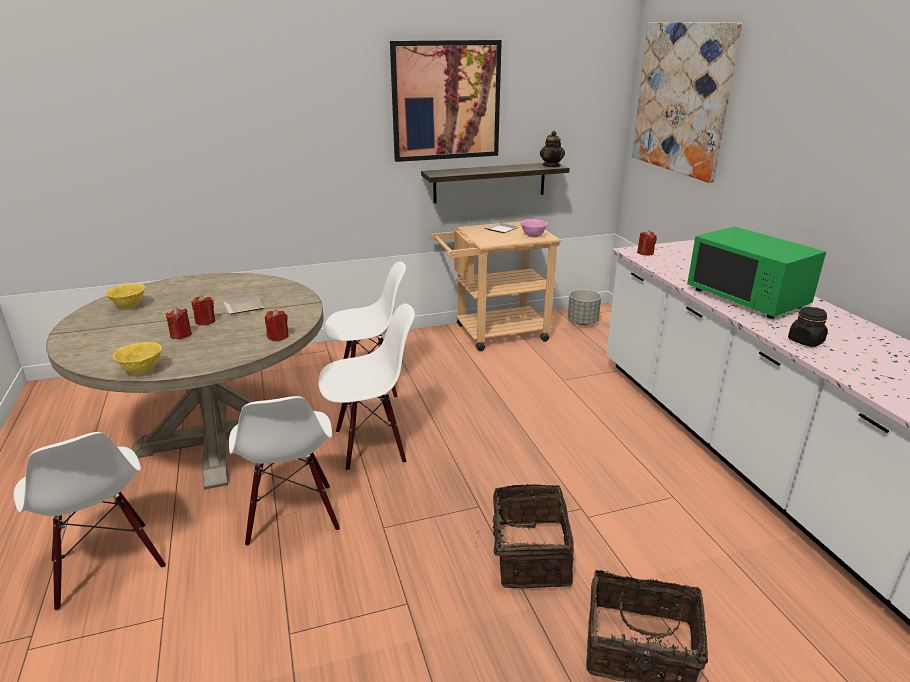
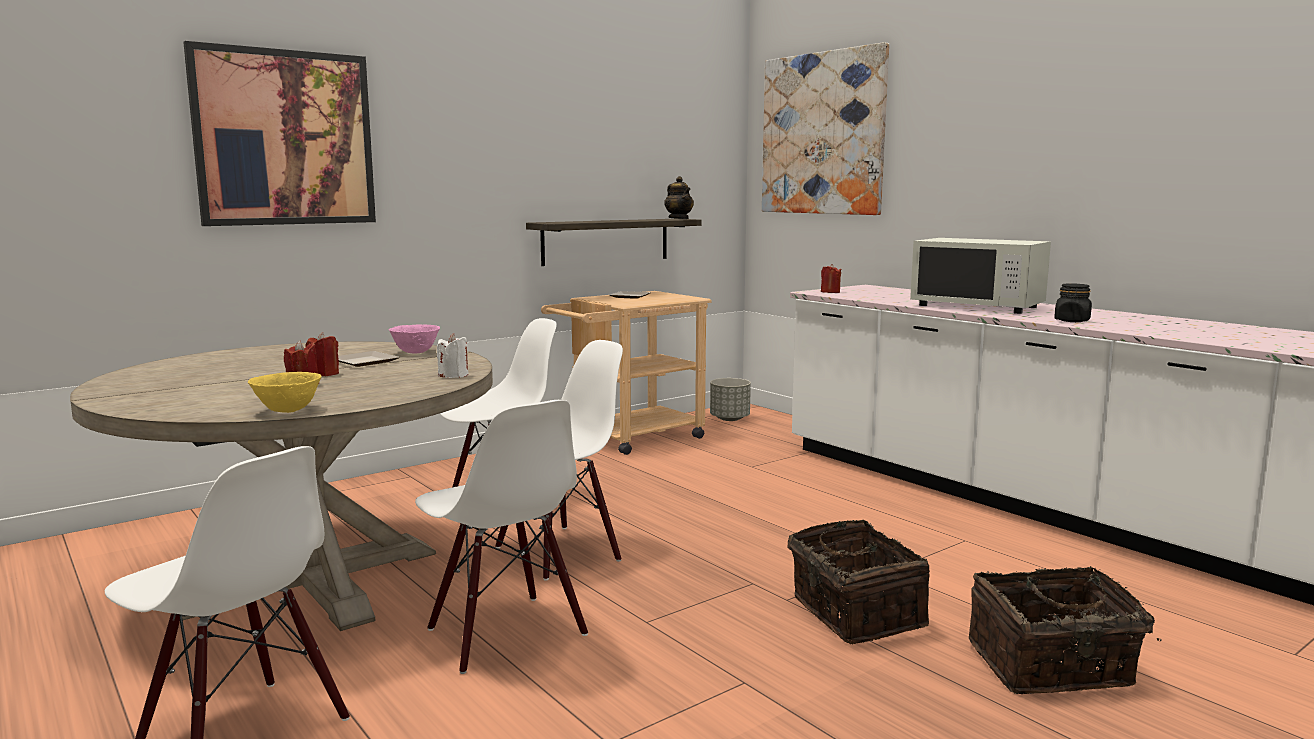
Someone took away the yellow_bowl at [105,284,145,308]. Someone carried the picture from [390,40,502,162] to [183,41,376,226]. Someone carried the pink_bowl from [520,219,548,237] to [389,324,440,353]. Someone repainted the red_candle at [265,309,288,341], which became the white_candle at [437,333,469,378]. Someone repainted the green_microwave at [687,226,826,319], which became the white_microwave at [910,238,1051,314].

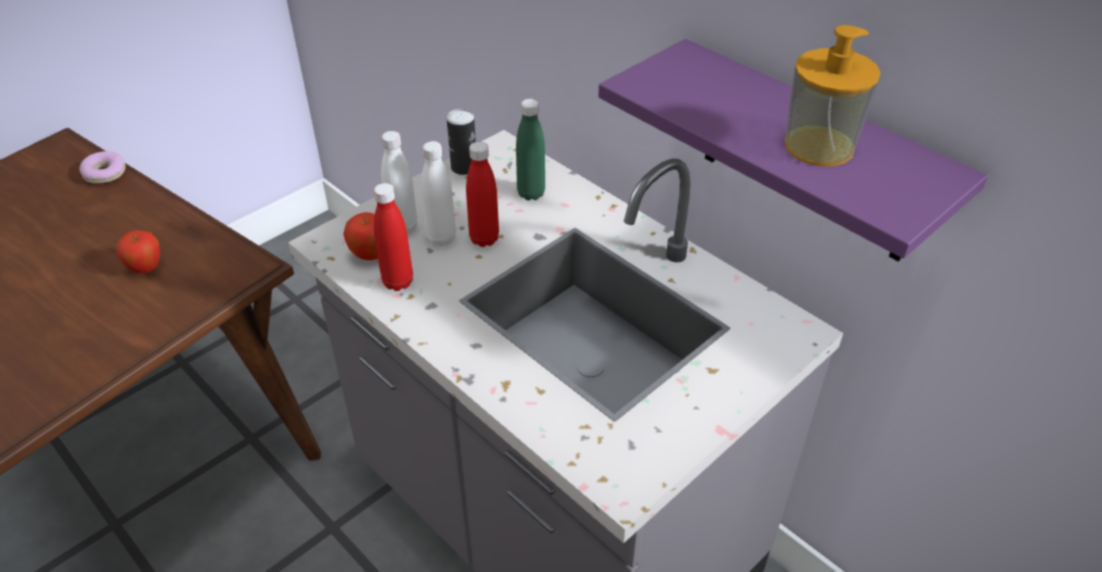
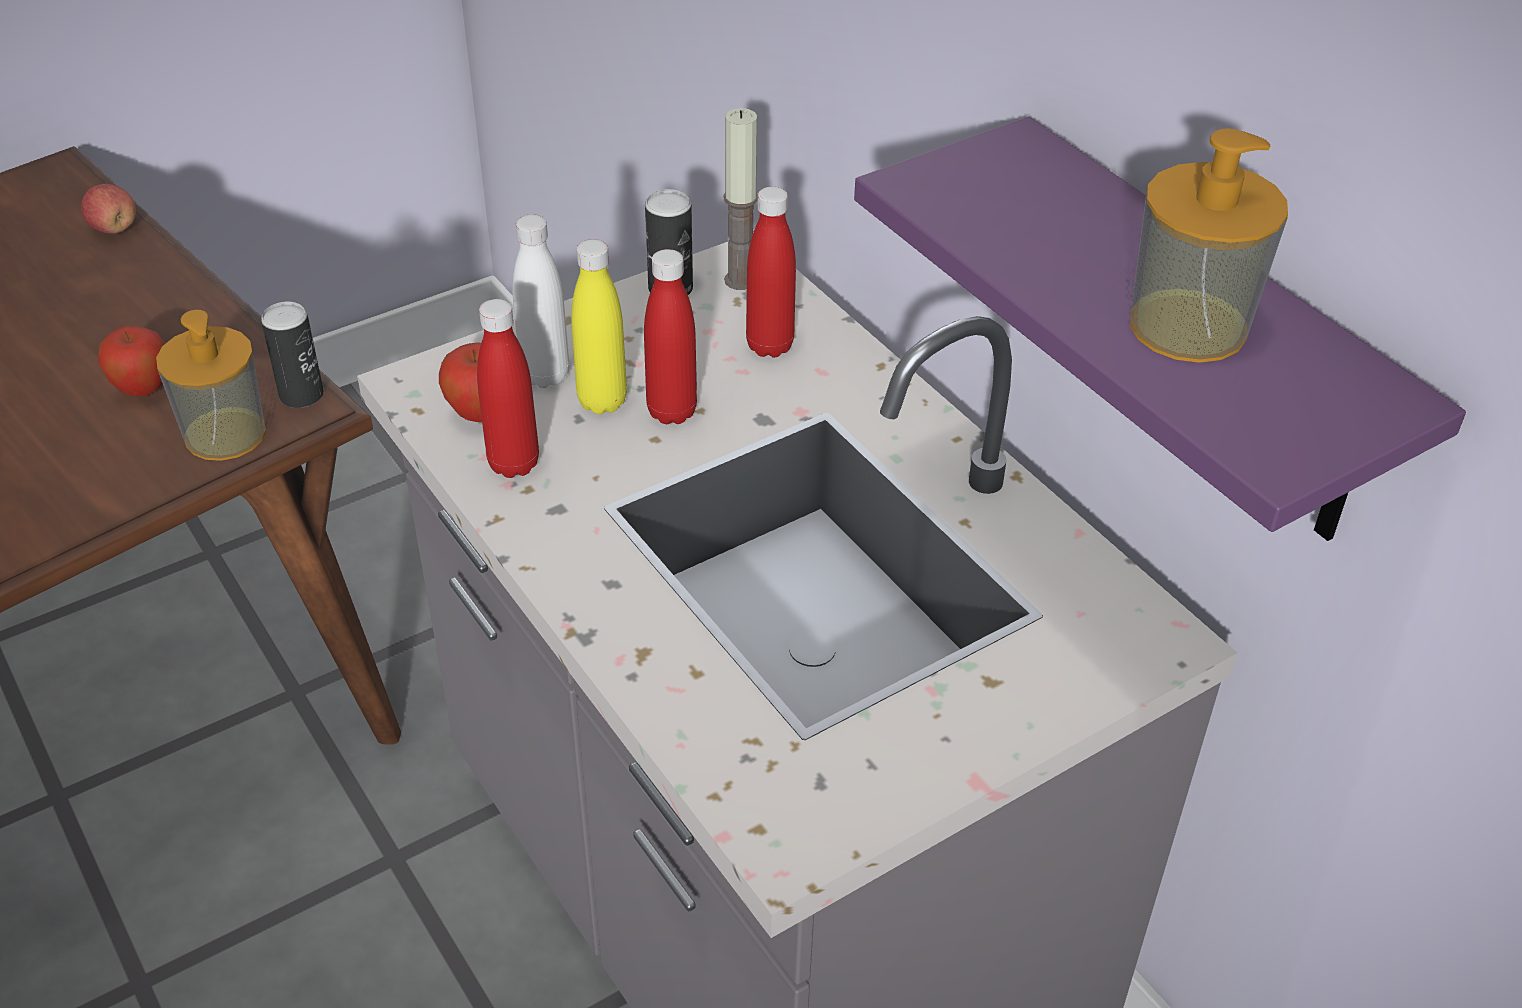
Someone put down the soap_dispenser at [156,310,266,461]. Someone put down the can at [261,302,324,408]. Someone put down the candle at [724,108,758,290]. Someone swapped the donut at [80,151,125,184] for the apple at [81,184,136,234]. Someone repainted the white_bottle at [421,141,456,246], which became the yellow_bottle at [571,239,627,414]. Someone repainted the green_bottle at [516,99,545,200], which became the red_bottle at [746,186,796,358].

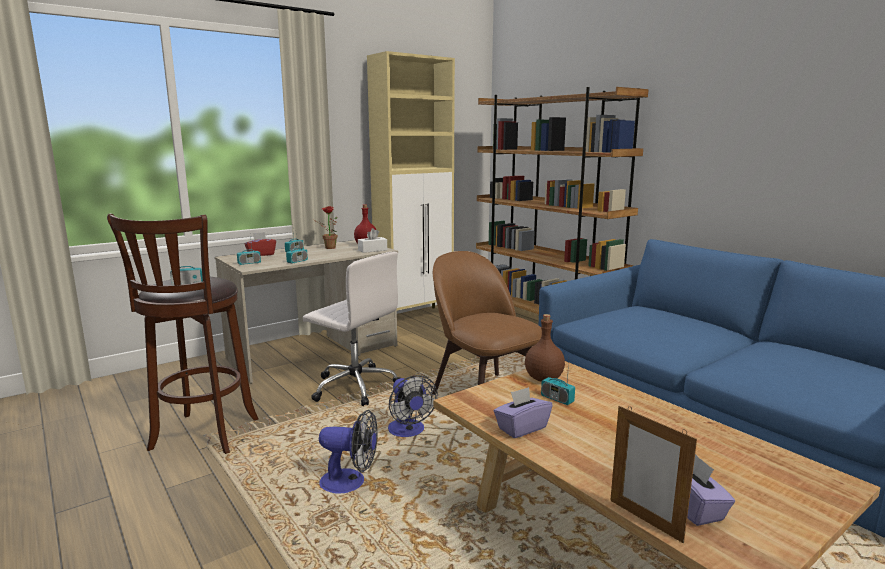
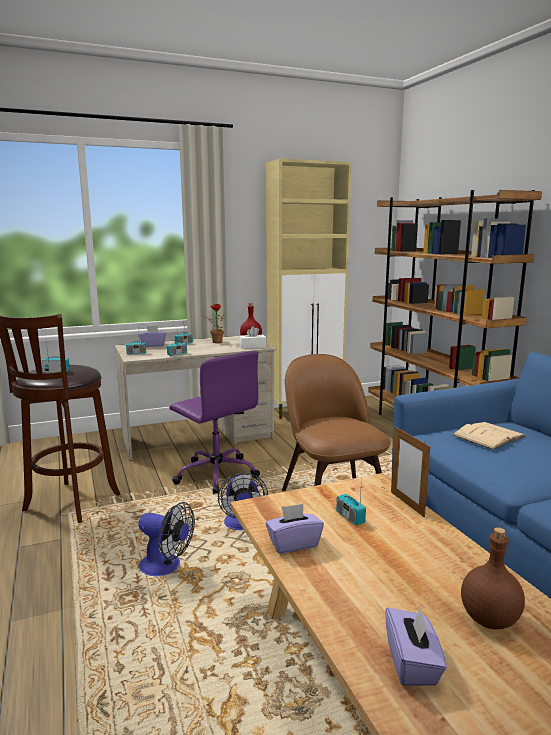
Someone put down the beige_book at [453,422,525,450]. Someone carried the brown_bottle from [525,314,565,382] to [461,527,525,630]. Someone carried the picture_frame from [610,406,697,543] to [391,427,430,517]. Someone repainted the red_tissue_box at [245,232,276,256], which became the purple_tissue_box at [139,325,166,347]. Someone repainted the white_office_chair at [303,252,400,406], which became the purple_office_chair at [170,351,260,494].

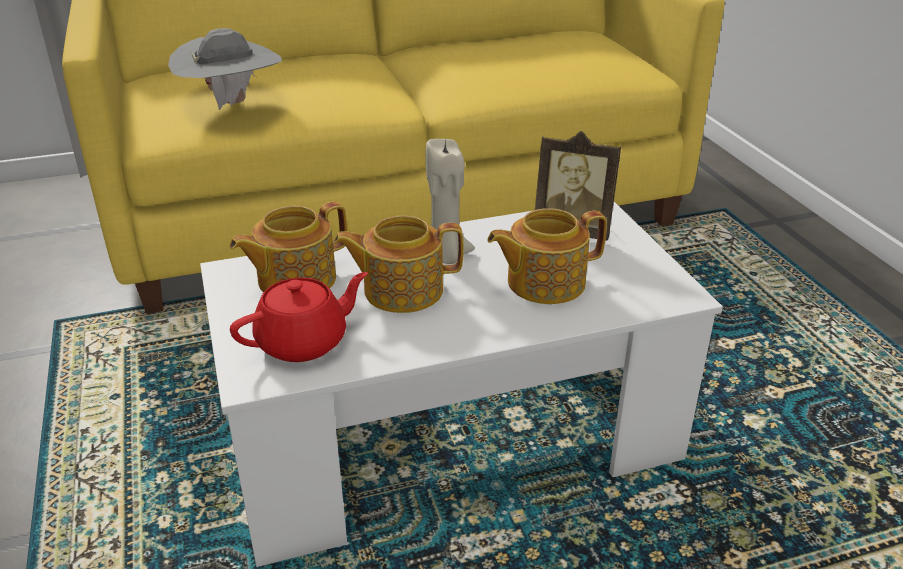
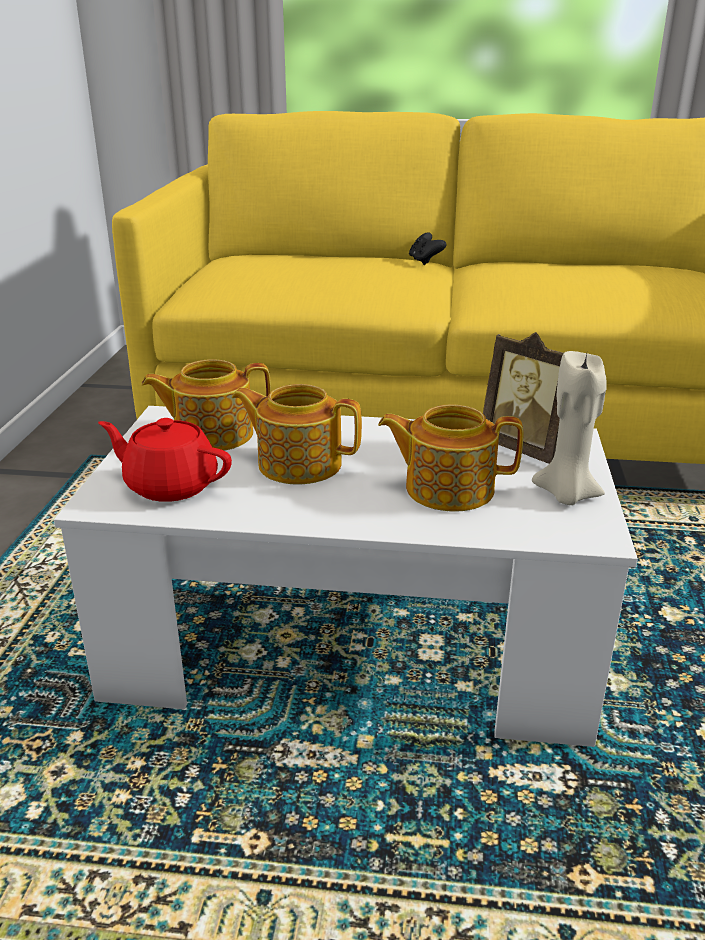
Someone took away the grey_hat at [168,28,282,110]. Someone put down the black_game_controller at [409,232,447,265]. Someone carried the beige_candle from [425,138,475,264] to [532,351,607,505]. Someone rotated the red_teapot at [230,272,368,362] by 150 degrees counterclockwise.

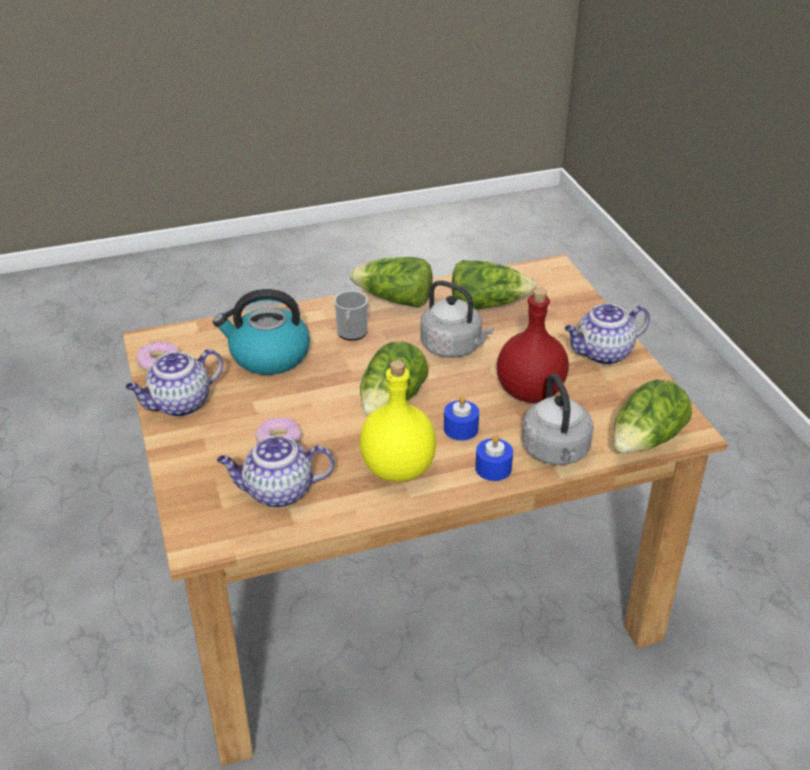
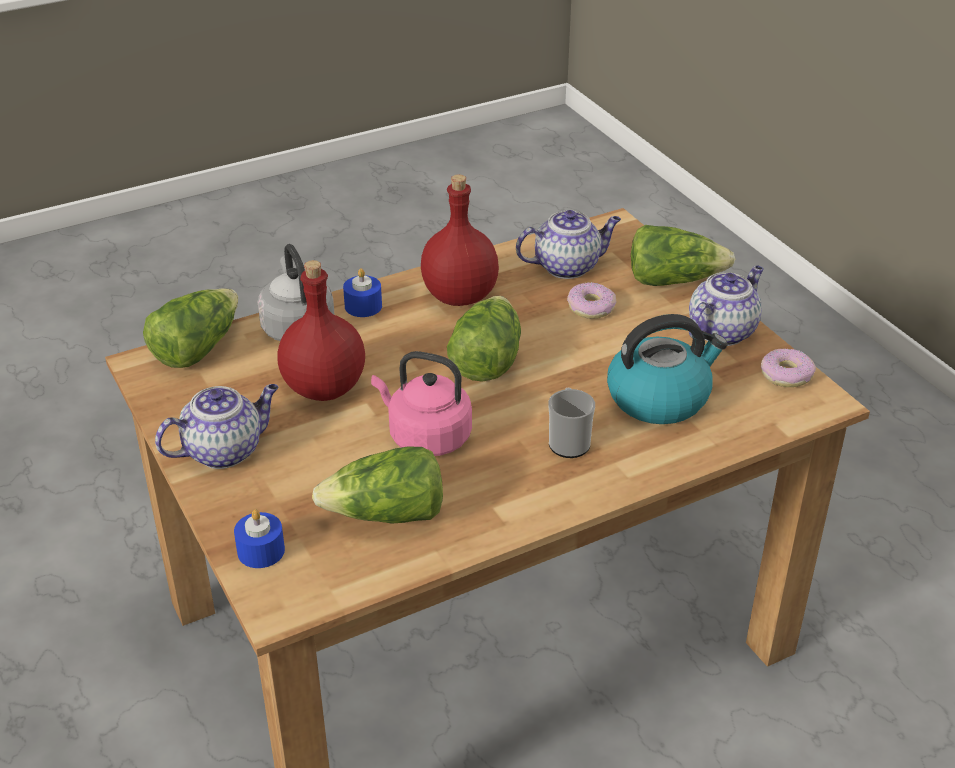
Someone carried the lettuce from [350,257,433,308] to [631,225,735,286]. Someone carried the blue_candle from [444,396,479,441] to [234,509,285,568]. Someone repainted the yellow_bottle at [360,360,436,482], which became the red_bottle at [421,174,499,306]. Someone repainted the grey_kettle at [420,280,494,358], which became the pink_kettle at [371,351,472,456].

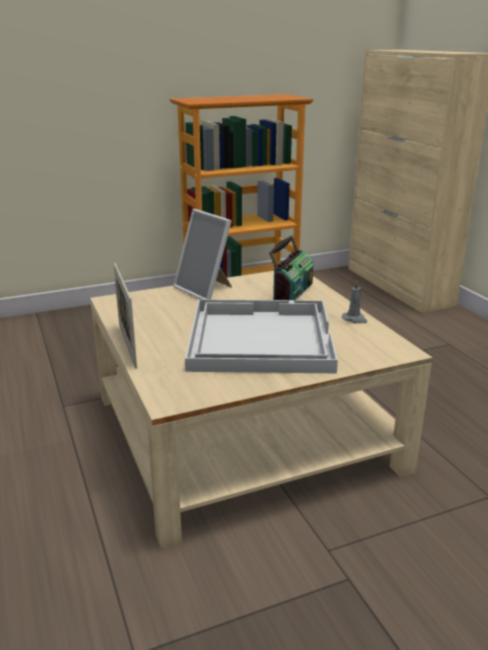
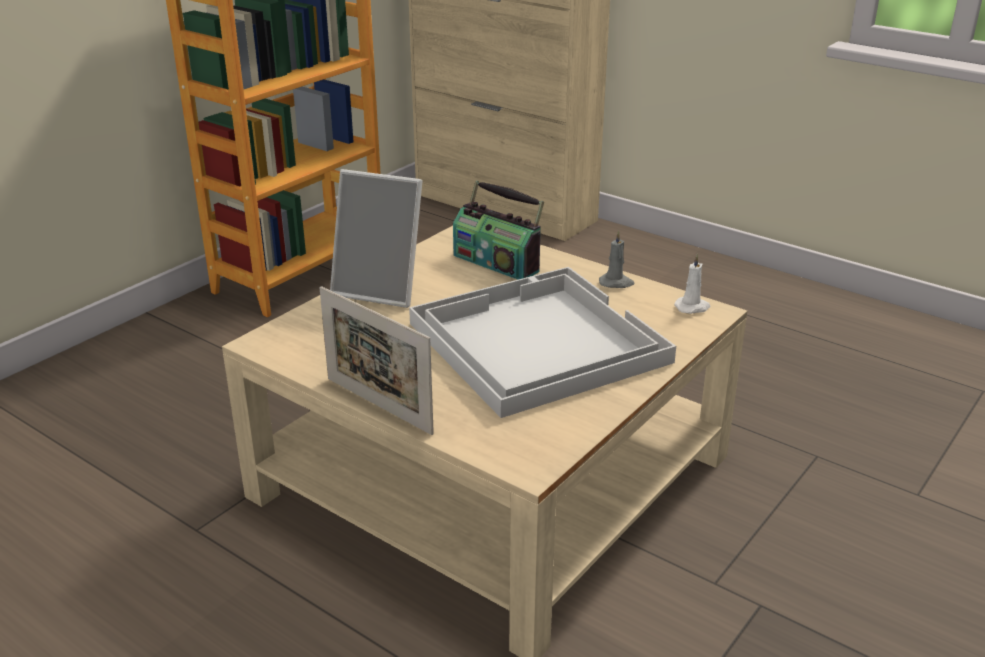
Someone put down the white_candle at [674,253,710,314]. Someone rotated the radio at [269,235,313,300] by 135 degrees clockwise.

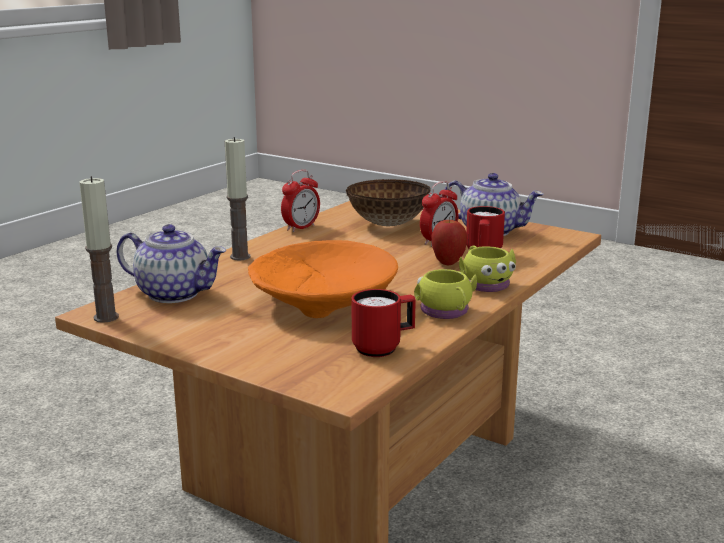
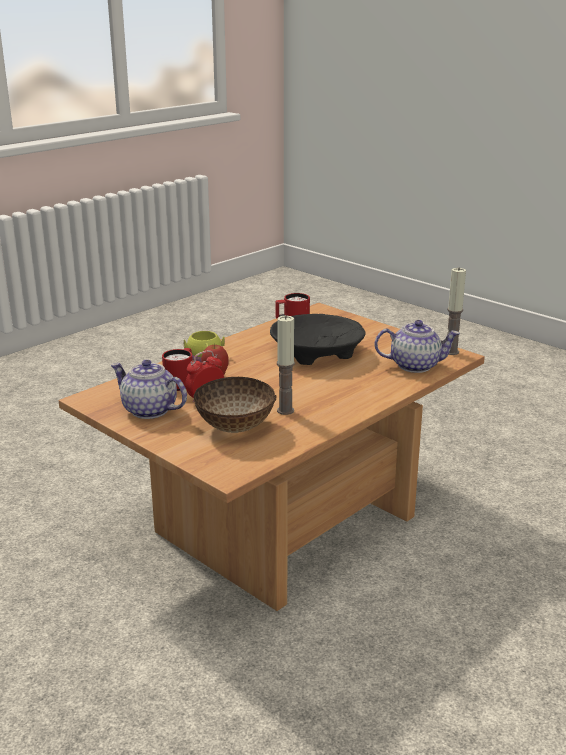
Someone took away the alarm_clock at [281,170,320,232]. Someone took away the yellow_mug at [414,269,477,319]. Someone carried the candle from [225,137,251,261] to [277,315,295,415]. Someone repainted the orange_bowl at [248,240,398,318], which became the black_bowl at [270,314,366,365]. Someone rotated the teapot at [117,224,226,303] by 150 degrees clockwise.

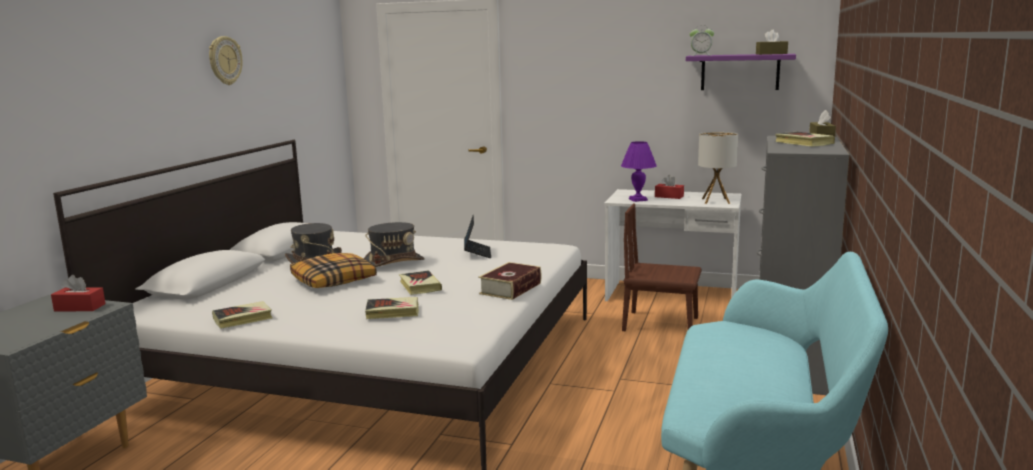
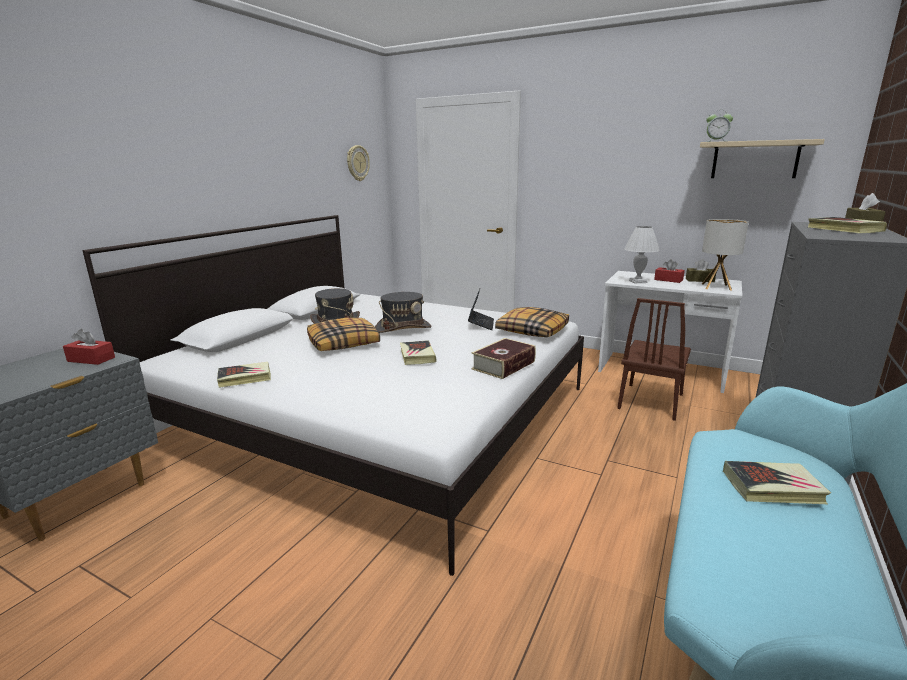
Someone put down the pillow at [495,307,569,337]. Someone carried the wall_clock from [209,36,243,85] to [347,145,370,181]. Someone carried the book from [365,297,419,319] to [723,461,831,504]. Someone carried the brown_tissue_box from [756,30,788,55] to [686,259,716,282]. Someone repainted the purple_table_lamp at [621,141,657,202], which became the white_table_lamp at [624,226,660,283]. Someone repainted the purple_shelf at [686,54,796,90], which became the beige_shelf at [700,139,825,178]. Someone rotated the brown_chair at [622,204,702,332] by 90 degrees counterclockwise.

